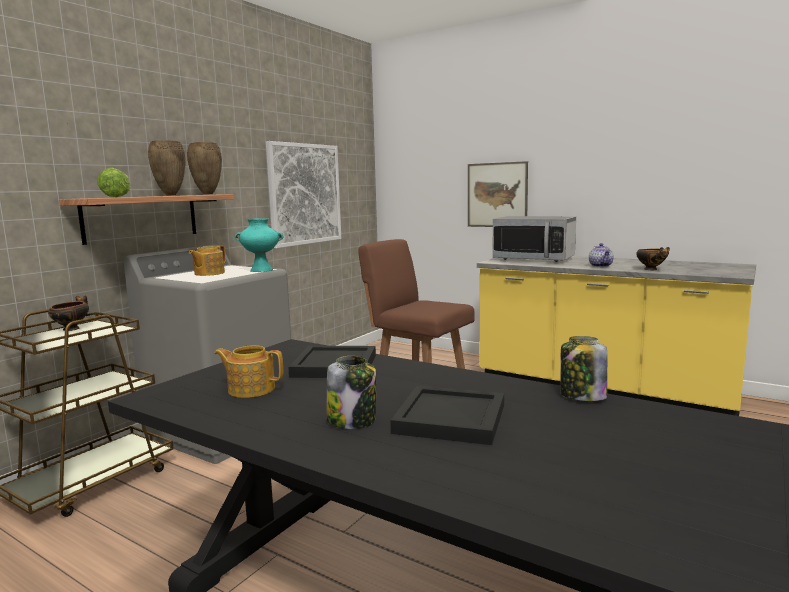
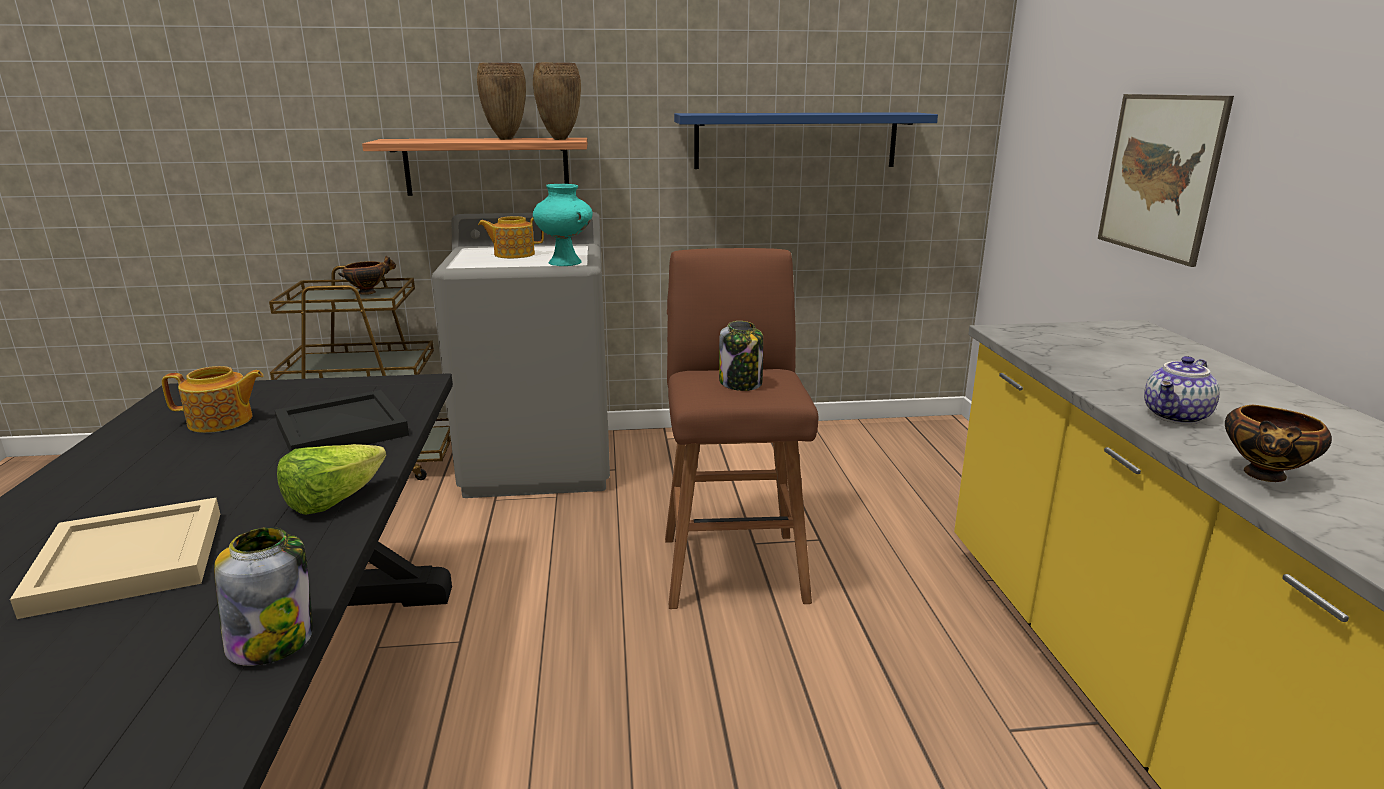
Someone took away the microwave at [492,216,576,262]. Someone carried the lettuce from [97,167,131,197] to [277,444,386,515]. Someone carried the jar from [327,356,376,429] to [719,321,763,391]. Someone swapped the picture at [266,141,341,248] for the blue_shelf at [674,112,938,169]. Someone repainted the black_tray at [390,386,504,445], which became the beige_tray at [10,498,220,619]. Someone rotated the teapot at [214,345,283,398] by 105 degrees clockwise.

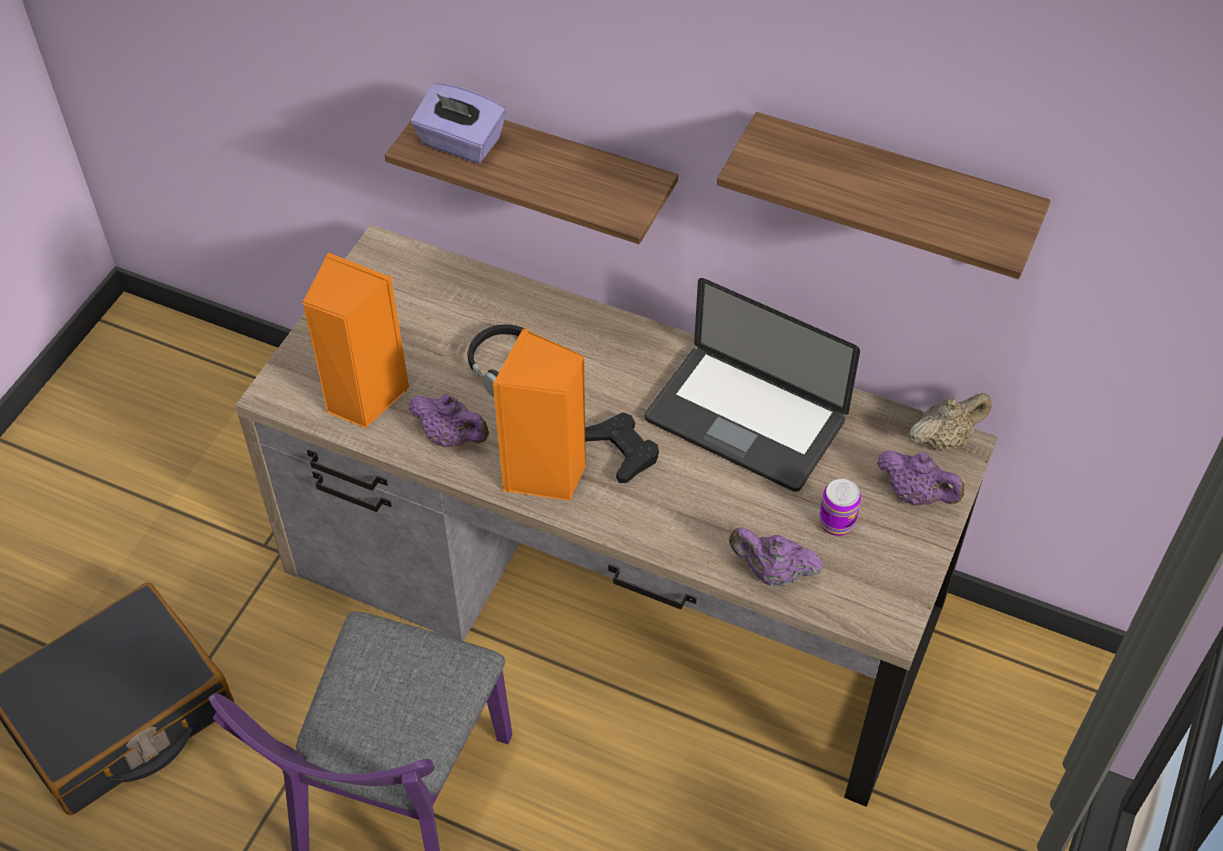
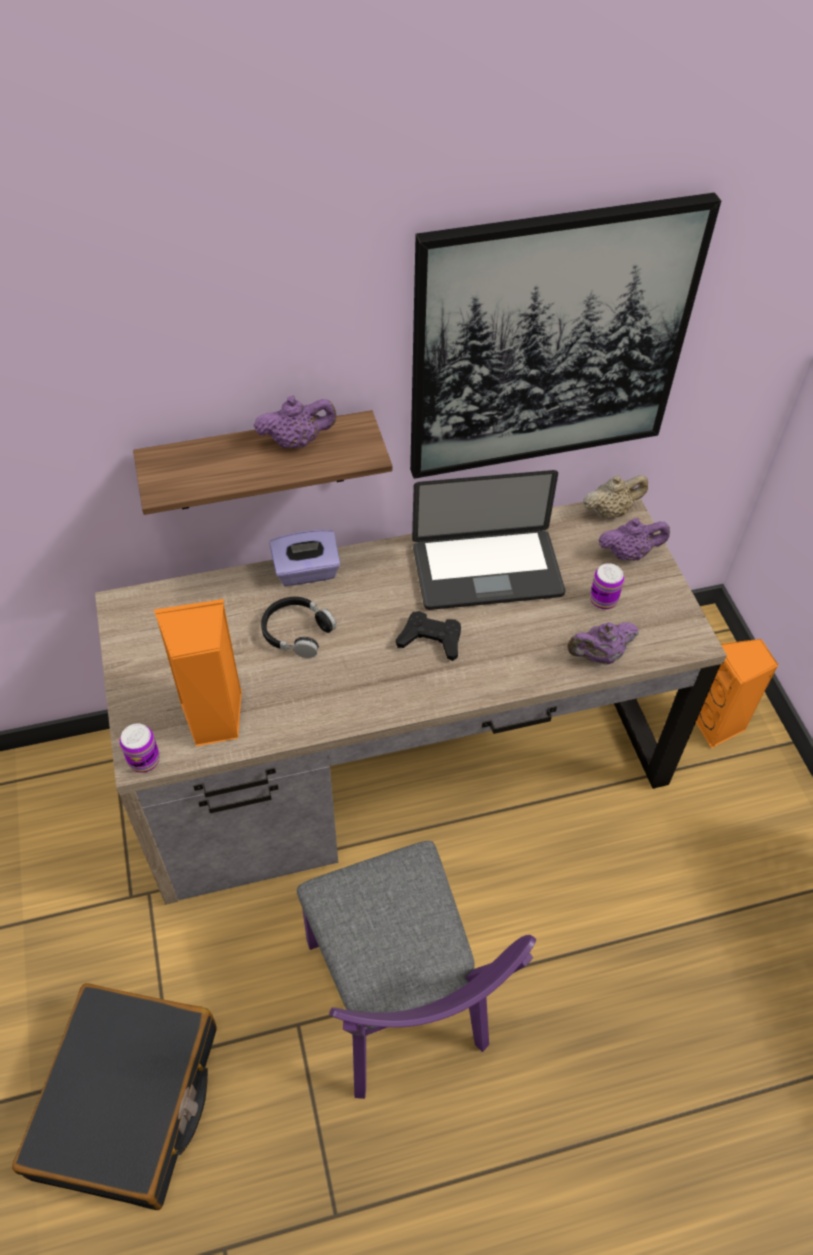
Someone put down the can at [120,724,160,773]. Someone carried the purple_teapot from [409,394,489,447] to [254,396,336,448]. Someone carried the purple_tissue_box from [411,83,506,163] to [270,530,340,586]. Someone carried the orange_speaker from [493,329,587,501] to [696,639,779,748]. Someone swapped the shelf at [717,112,1050,279] for the picture at [410,192,721,479]. Someone rotated the beige_teapot at [909,393,991,451] by 45 degrees clockwise.

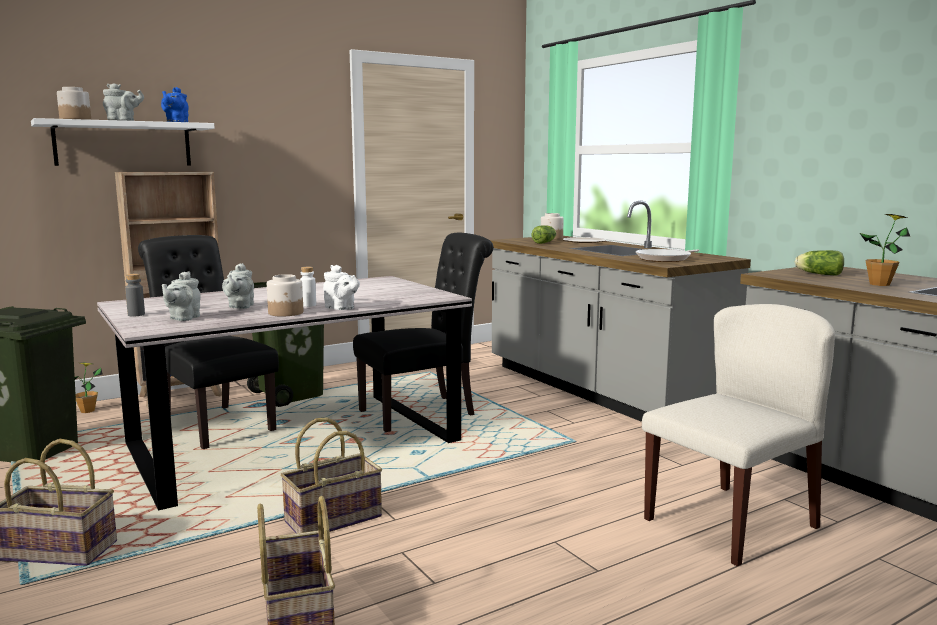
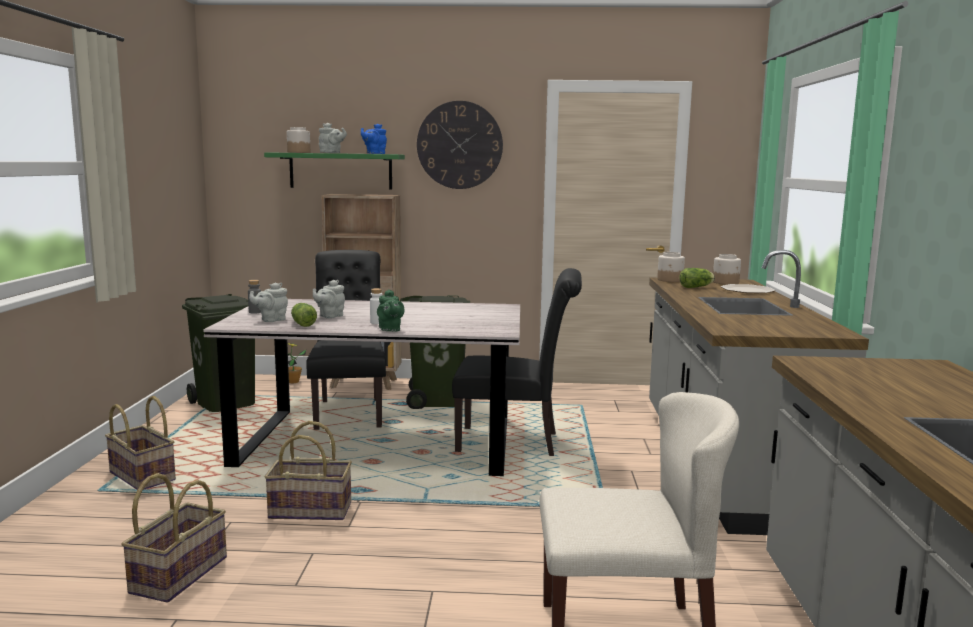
Someone took away the frying_pan at [636,249,700,262]. Someone took away the potted_plant at [860,214,910,286]. Someone put up the wall_clock at [417,101,503,189]. Someone carried the jar from [267,274,303,316] to [657,252,685,282]. Someone carried the lettuce from [795,250,844,276] to [291,303,317,327]. Someone repainted the white_shelf at [31,118,214,166], which became the green_shelf at [264,152,405,189]. Someone repainted the white_teapot at [323,265,360,310], which became the green_teapot at [377,289,405,331].

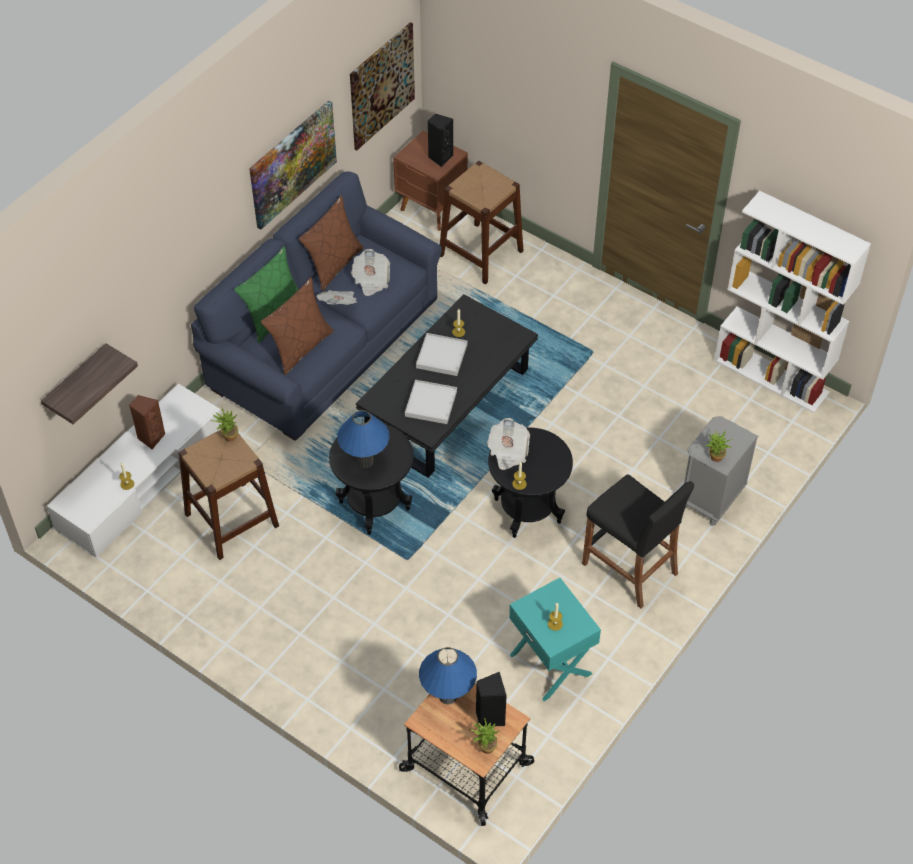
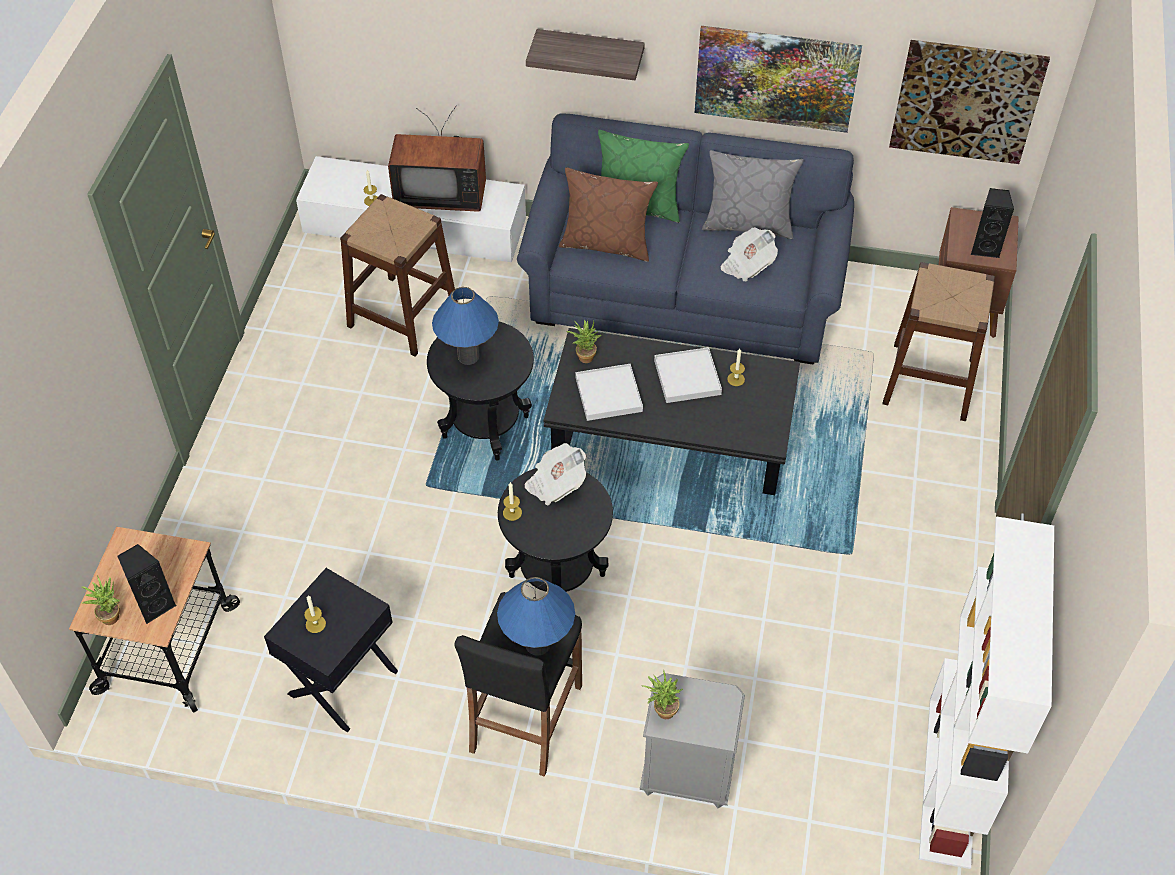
Someone took away the newspaper at [317,290,357,305]. Someone carried the shelf from [41,343,138,424] to [526,29,645,80]. Someone carried the potted_plant from [211,407,238,442] to [566,320,601,363]. Someone carried the blue_table_lamp from [419,647,477,704] to [497,577,575,656]. Someone swapped the brown_speaker at [129,395,165,450] for the television at [388,105,486,212]. Someone repainted the brown_pillow at [299,195,364,291], which became the grey_pillow at [702,150,804,239]. Someone repainted the turquoise_side_table at [509,578,601,701], which became the black_side_table at [264,568,398,732].

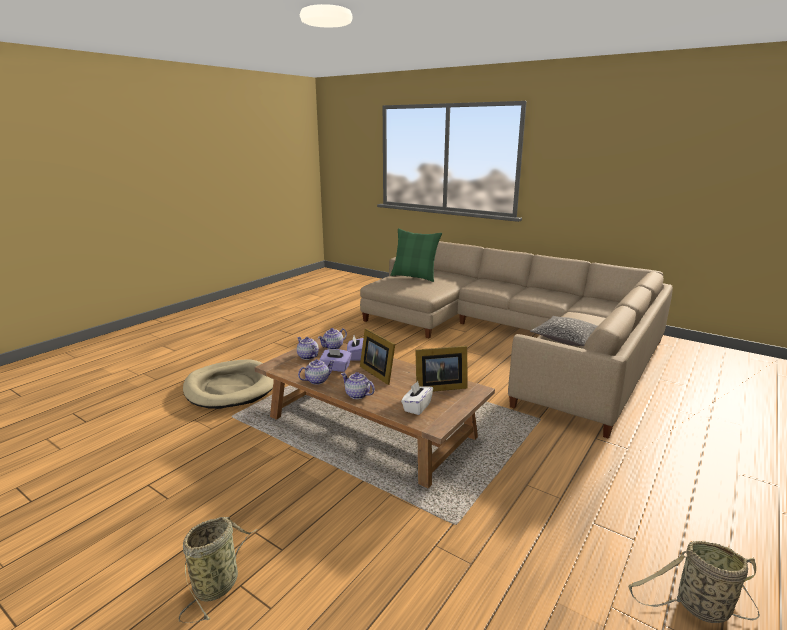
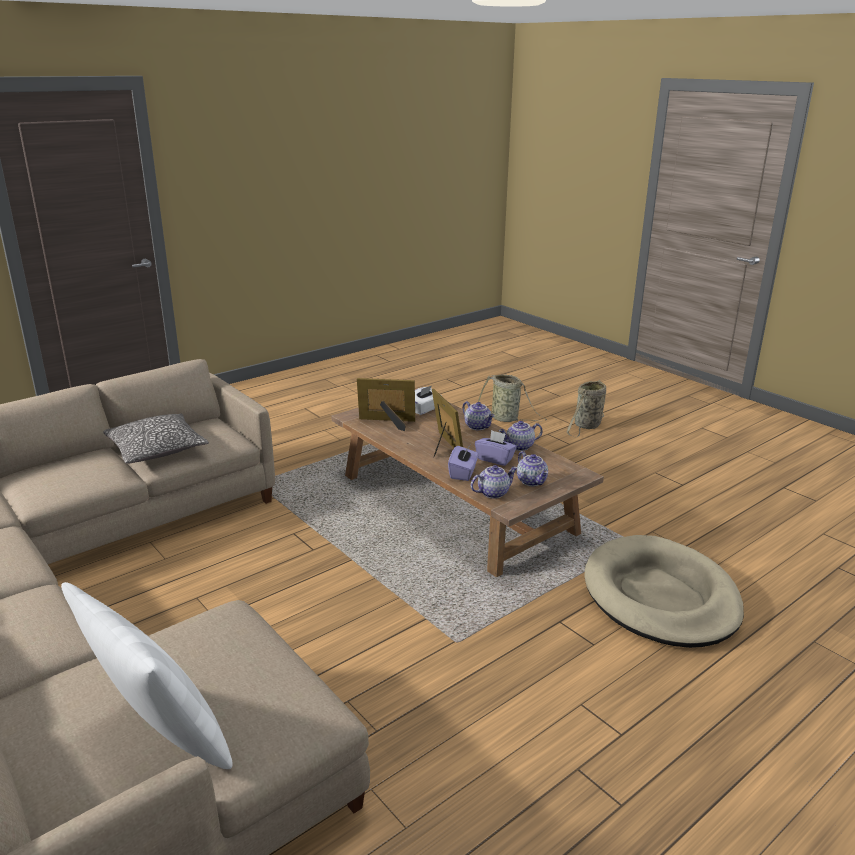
Someone carried the basket from [628,541,760,623] to [478,375,547,422]. Someone repainted the green_pillow at [390,229,442,282], which became the white_pillow at [61,582,233,769].

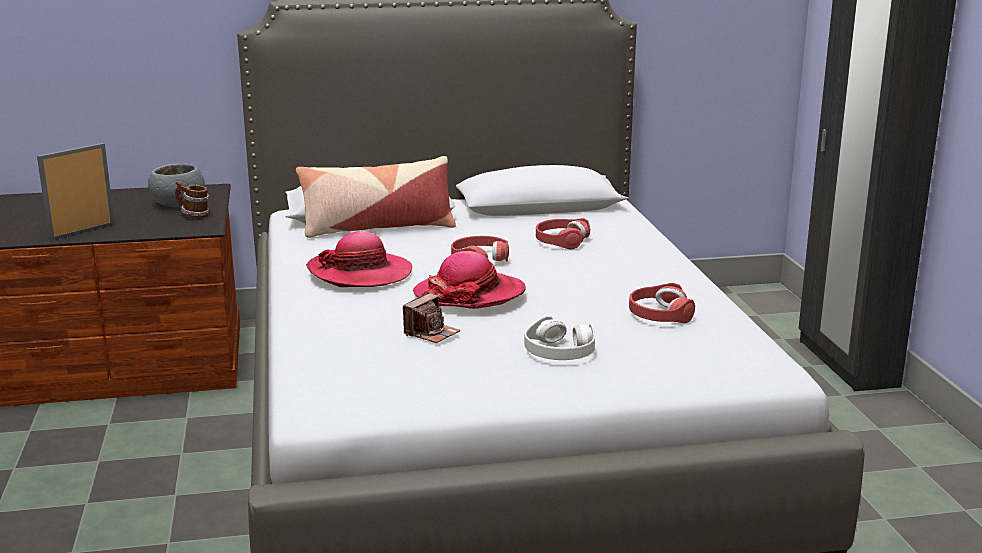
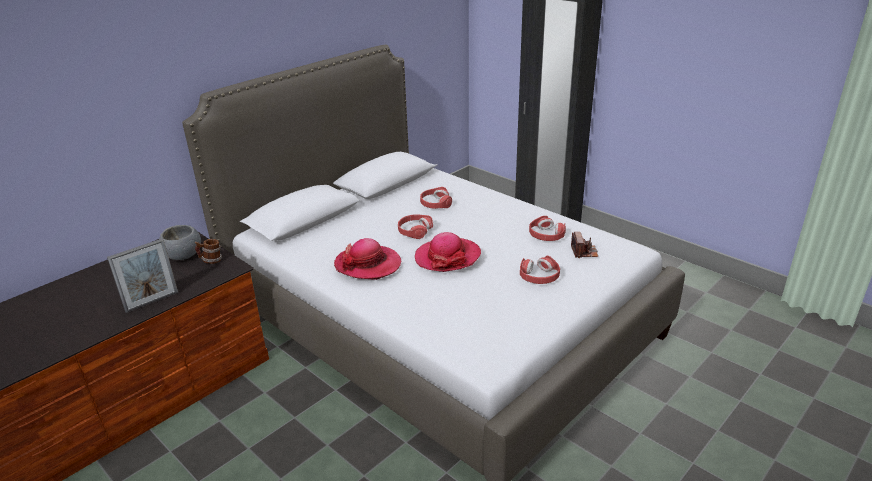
Someone took away the pillow at [296,156,456,238]. Someone carried the photo_camera from [403,293,460,343] to [571,232,598,258]. Someone repainted the white_headphones at [524,316,595,360], which became the red_headphones at [520,255,560,284]. Someone rotated the picture_frame at [37,143,115,241] by 135 degrees counterclockwise.

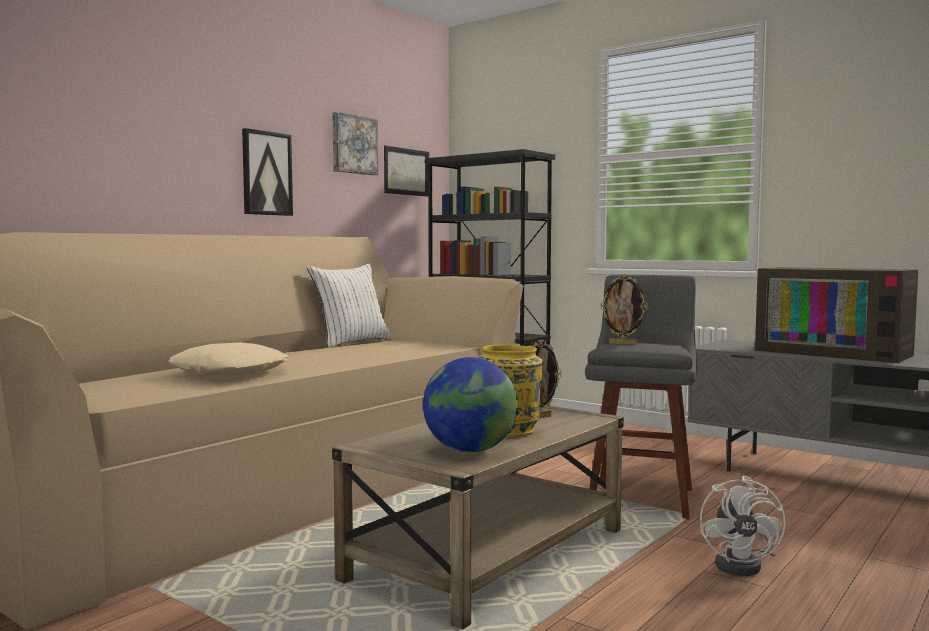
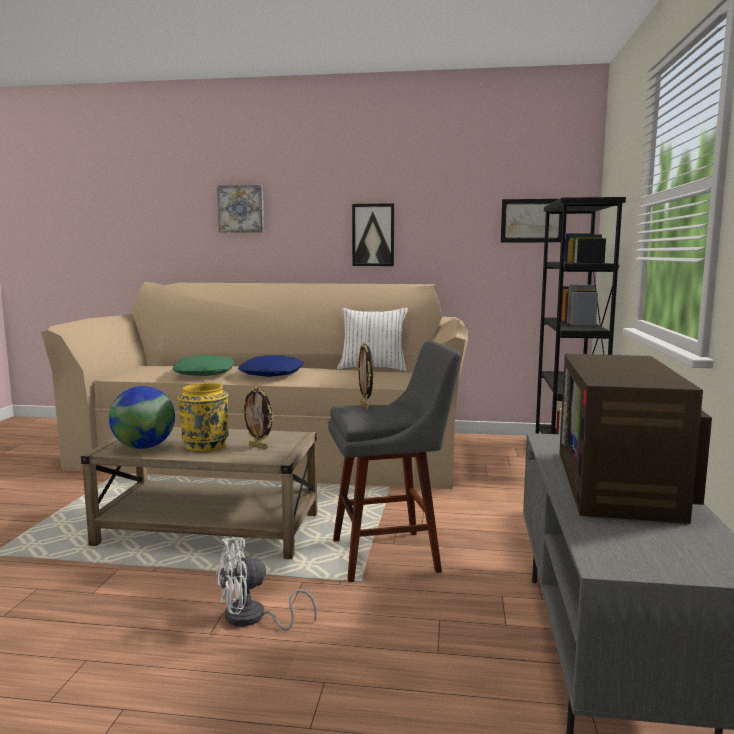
Someone put down the blue_pillow at [238,355,304,377]. Someone carried the picture from [332,112,378,175] to [217,185,264,233]. Someone repainted the beige_pillow at [169,343,289,376], which became the green_pillow at [172,355,234,376].

